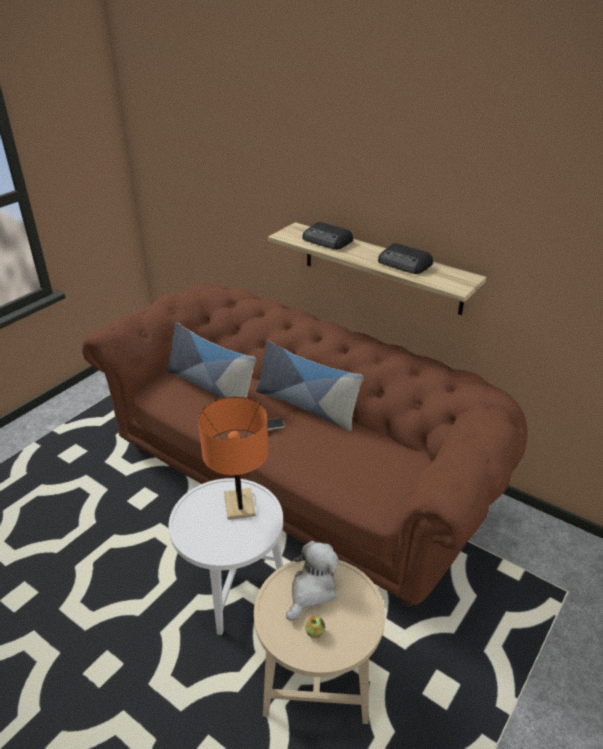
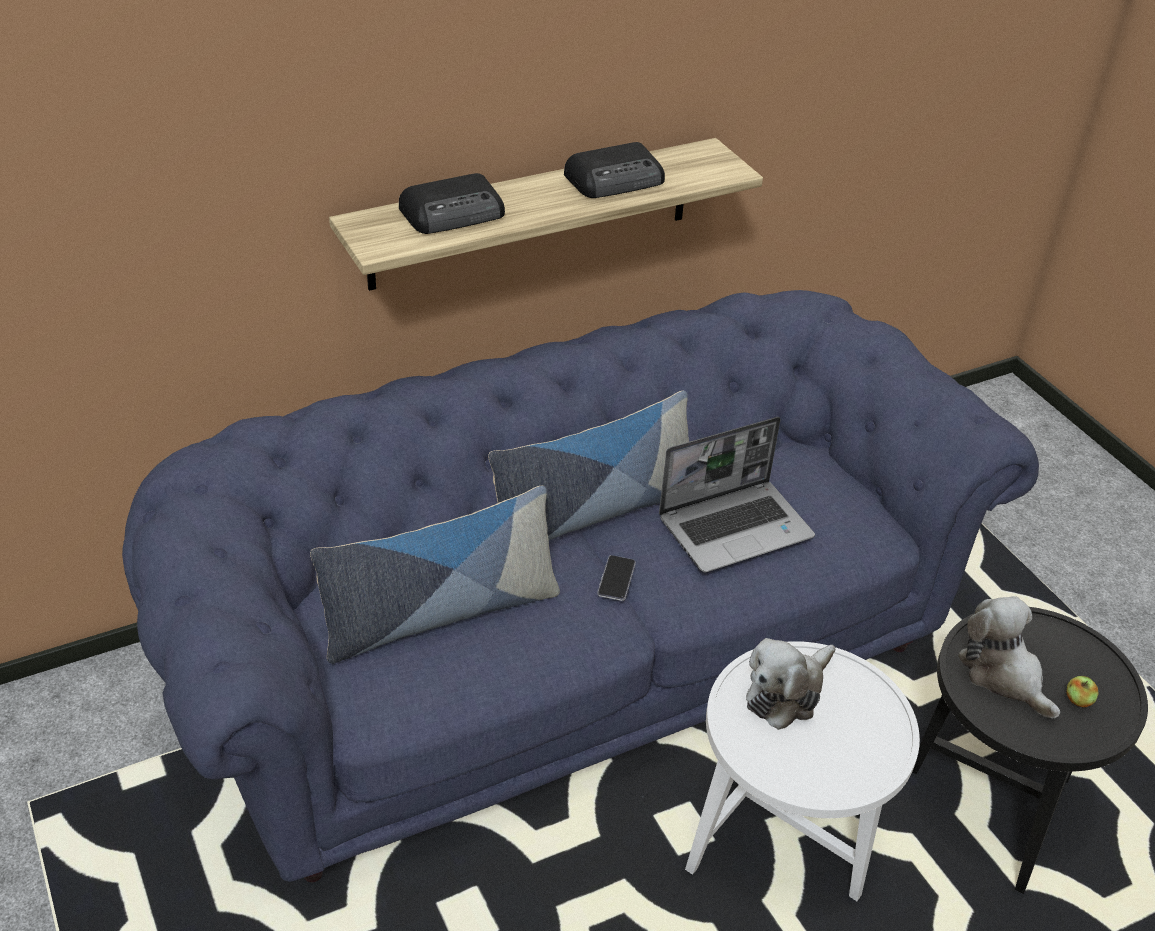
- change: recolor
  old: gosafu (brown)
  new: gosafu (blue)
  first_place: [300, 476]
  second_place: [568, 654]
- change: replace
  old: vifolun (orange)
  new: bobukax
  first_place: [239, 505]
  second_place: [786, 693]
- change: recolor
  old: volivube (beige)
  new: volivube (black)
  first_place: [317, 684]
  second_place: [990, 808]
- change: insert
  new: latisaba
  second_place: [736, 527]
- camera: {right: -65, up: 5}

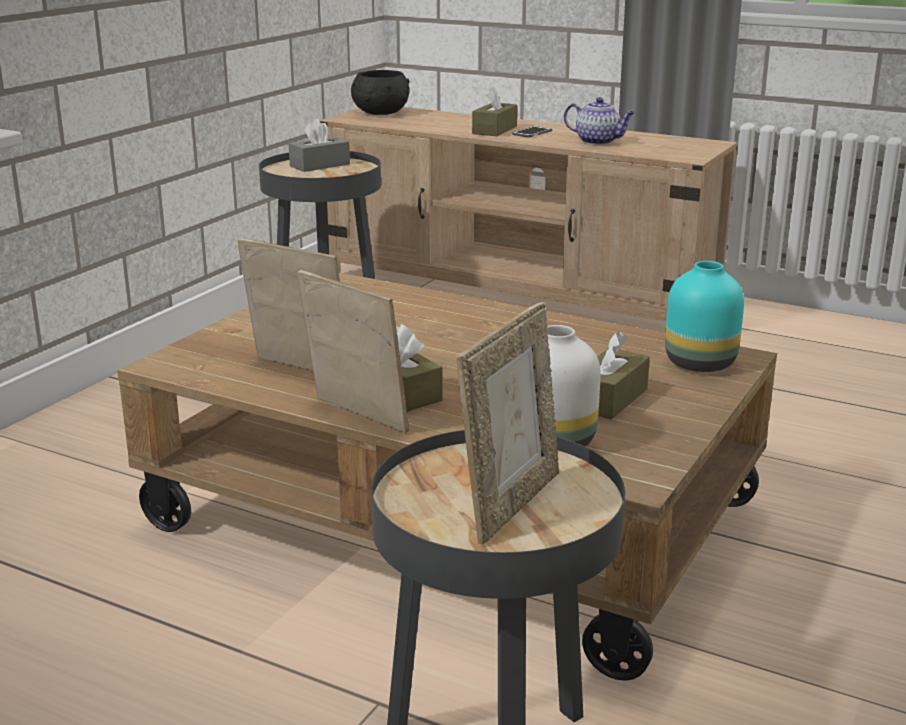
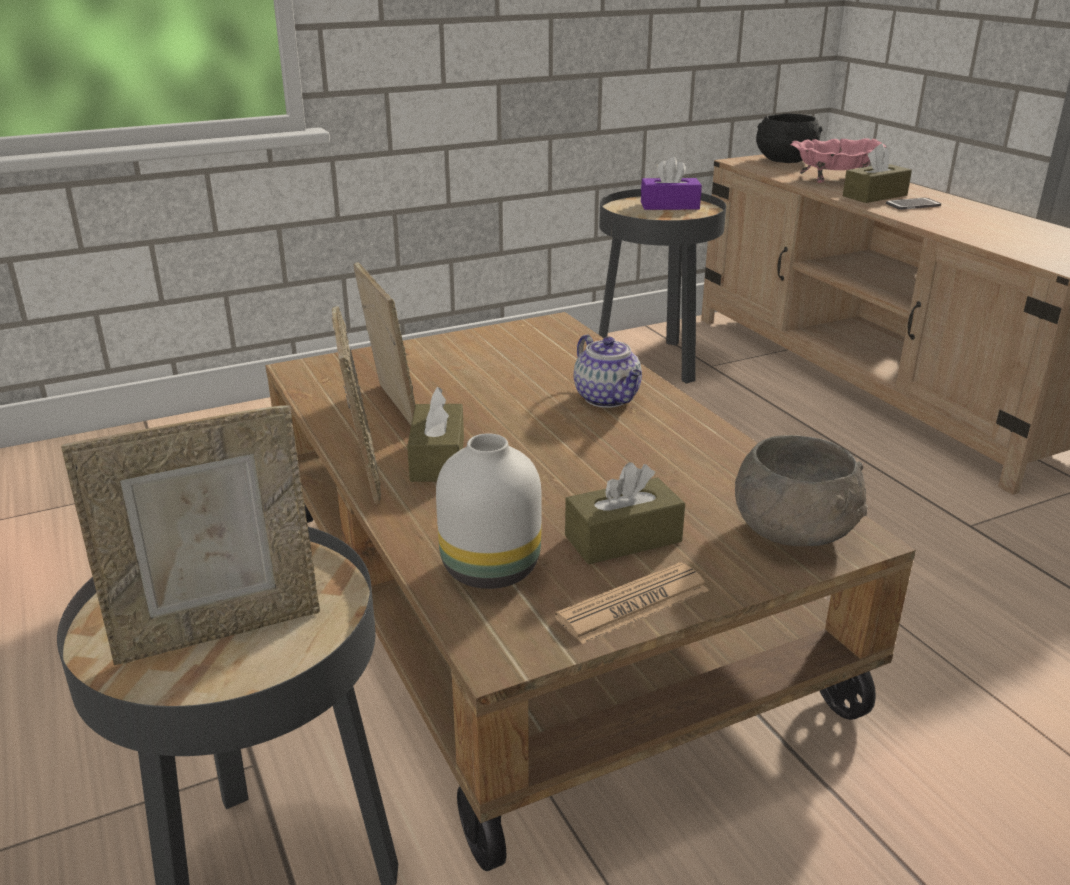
- change: recolor
  old: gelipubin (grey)
  new: gelipubin (purple)
  first_place: [320, 165]
  second_place: [669, 205]
- change: move
  old: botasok
  first_place: [598, 141]
  second_place: [608, 399]
- change: replace
  old: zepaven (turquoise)
  new: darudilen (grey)
  first_place: [702, 363]
  second_place: [795, 531]
- change: insert
  new: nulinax
  second_place: [633, 604]
- change: insert
  new: darudilen (pink)
  second_place: [833, 179]
- camera: {right: 35, up: 5}

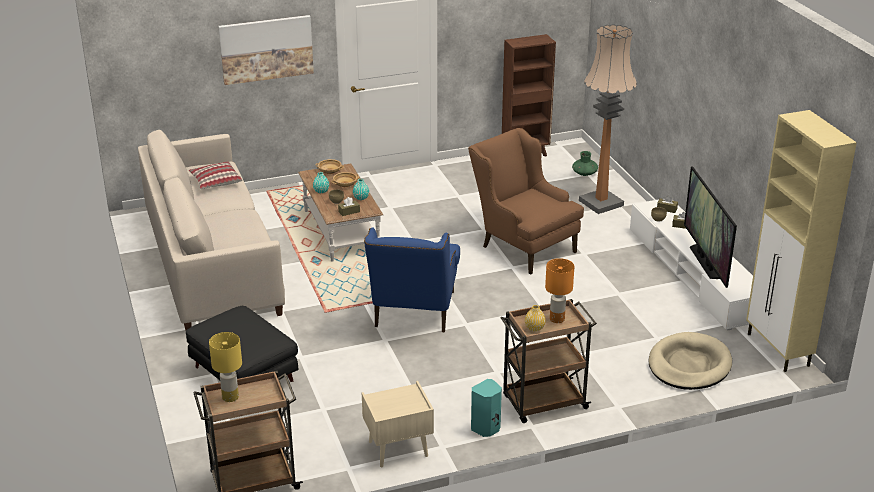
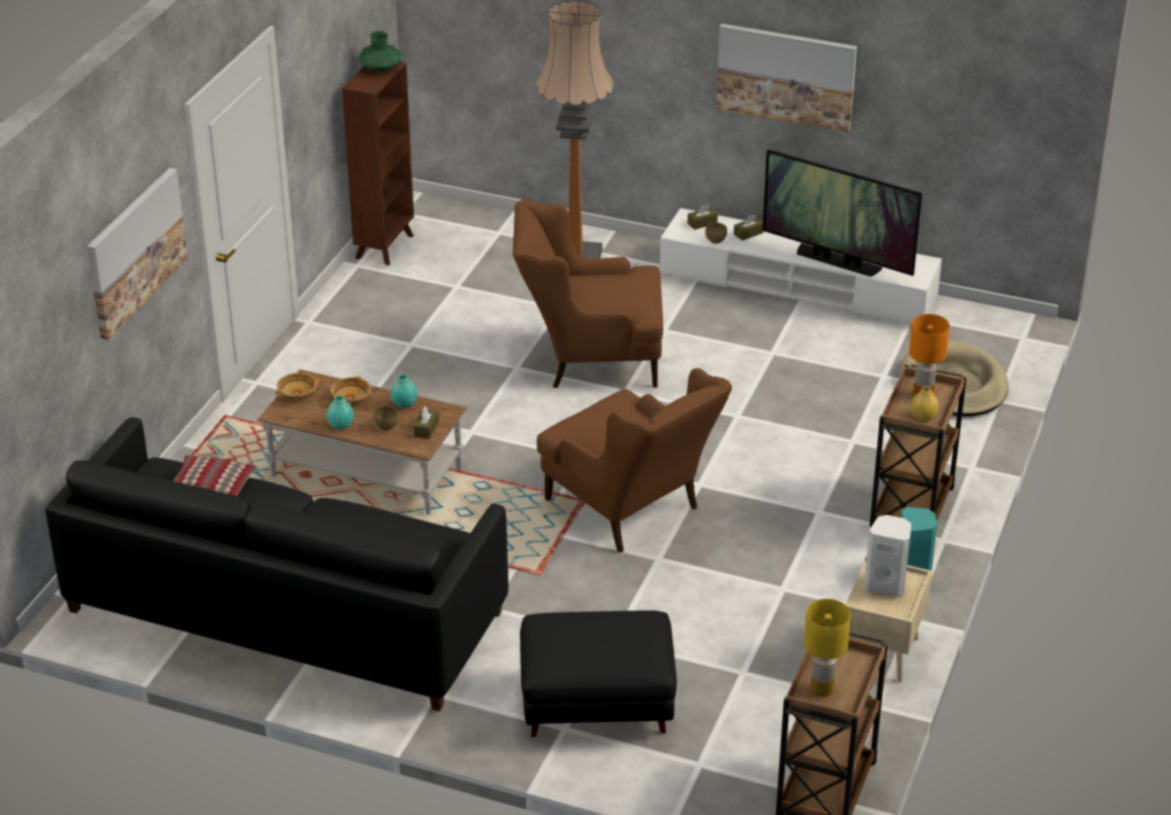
- change: recolor
  old: gosafu (beige)
  new: gosafu (black)
  first_place: [211, 260]
  second_place: [285, 612]
- change: recolor
  old: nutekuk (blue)
  new: nutekuk (brown)
  first_place: [413, 315]
  second_place: [632, 511]
- change: move
  old: zepaven (green)
  first_place: [584, 173]
  second_place: [381, 67]
- change: delete
  old: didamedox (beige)
  first_place: [778, 350]
- change: insert
  new: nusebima
  second_place: [786, 76]
- change: insert
  new: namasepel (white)
  second_place: [886, 584]
- camera: {right: -50, up: 5}

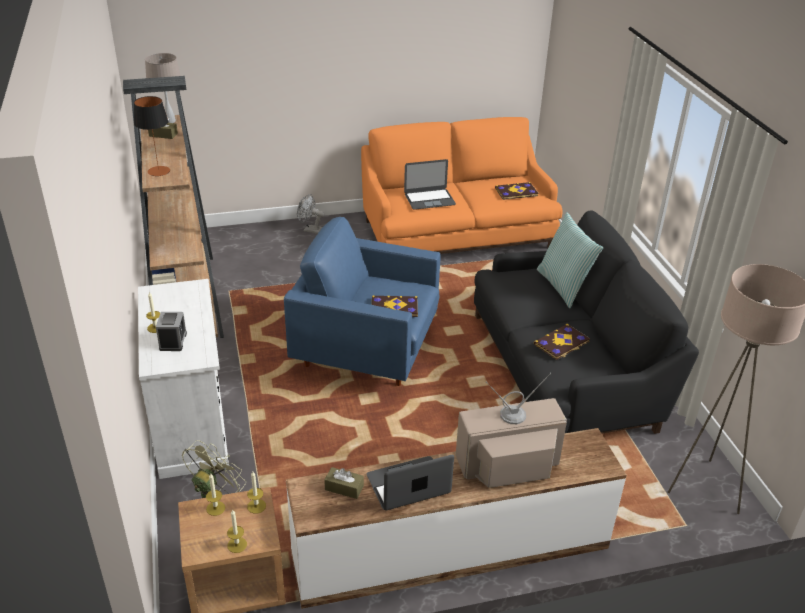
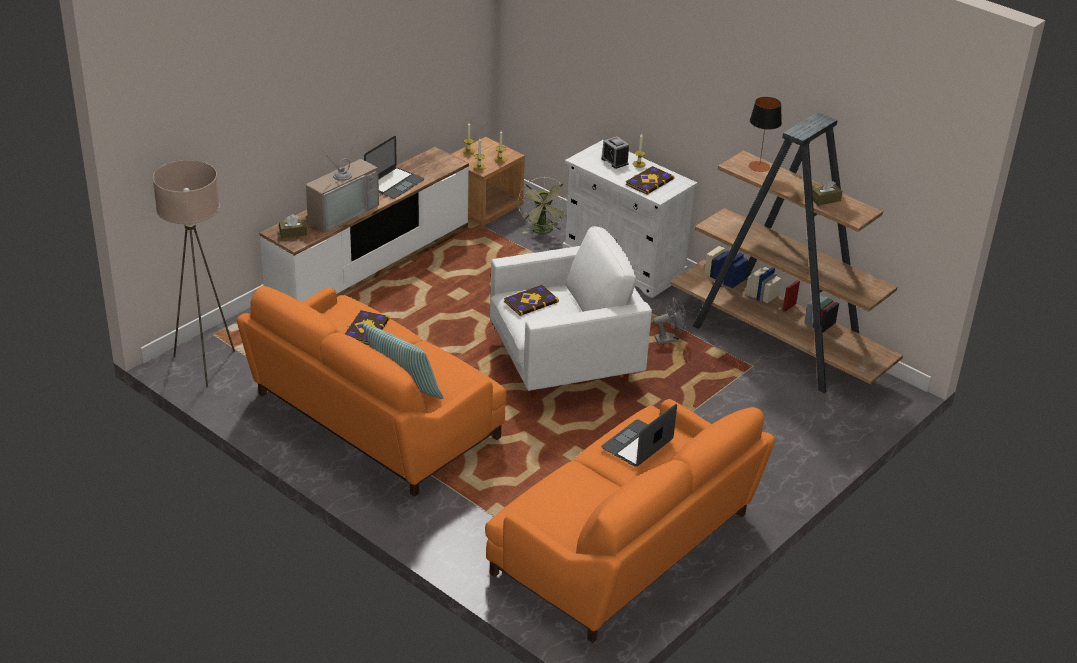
- change: delete
  old: vifolun (beige)
  first_place: [169, 121]
- change: recolor
  old: nutekuk (blue)
  new: nutekuk (white)
  first_place: [367, 350]
  second_place: [564, 364]
- change: move
  old: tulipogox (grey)
  first_place: [310, 230]
  second_place: [669, 339]
- change: move
  old: gelipubin (brown)
  first_place: [344, 488]
  second_place: [293, 233]
- change: recolor
  old: gosafu (black)
  new: gosafu (orange)
  first_place: [565, 370]
  second_place: [373, 417]
- change: move
  old: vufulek
  first_place: [516, 192]
  second_place: [649, 181]
- camera: {right: 145, up: 0}

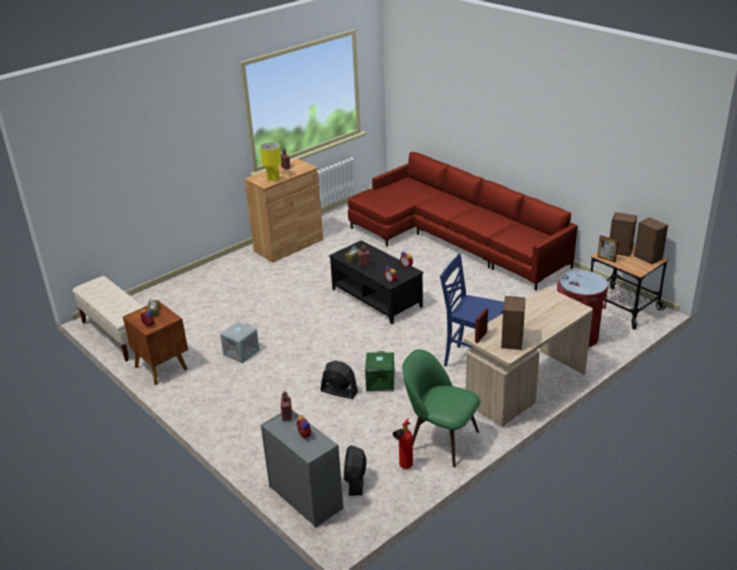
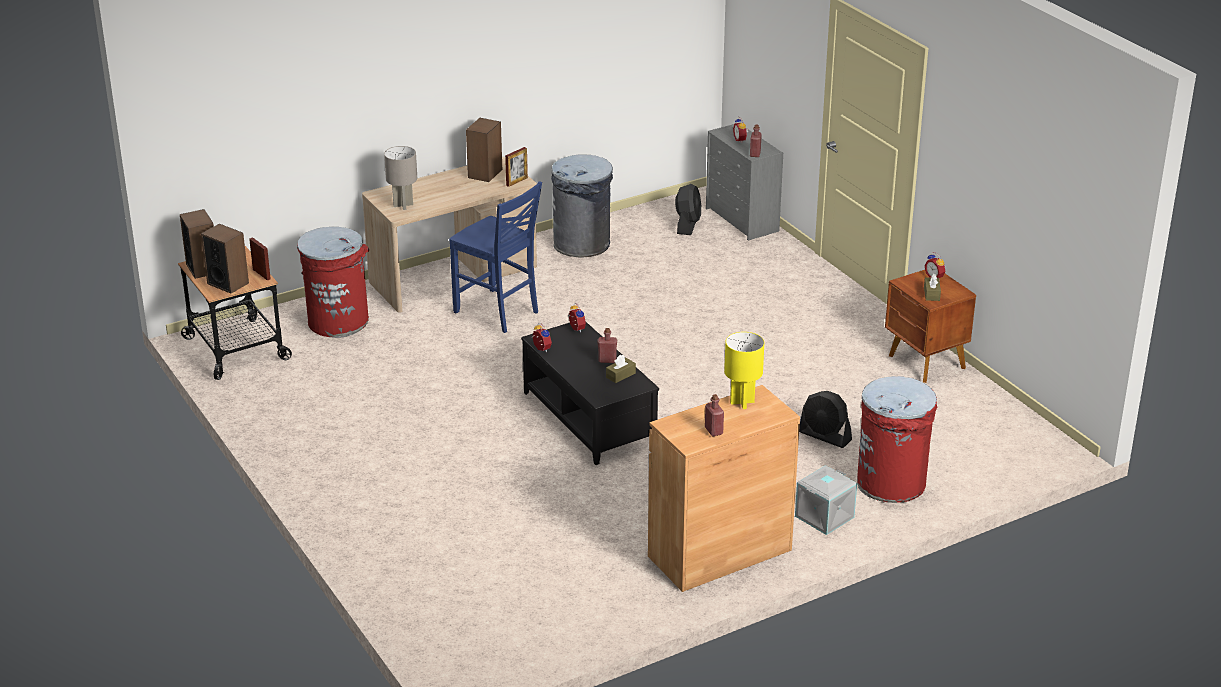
- change: delete
  old: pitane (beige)
  first_place: [119, 334]
- change: move
  old: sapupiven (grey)
  first_place: [241, 352]
  second_place: [825, 517]
- change: move
  old: tulipogox (black)
  first_place: [339, 391]
  second_place: [825, 436]
- change: delete
  old: gosafu (red)
  first_place: [454, 239]
- change: delete
  old: sapupiven (green)
  first_place: [379, 382]
- change: delete
  old: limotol
  first_place: [404, 467]
- change: replace
  old: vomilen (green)
  new: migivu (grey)
  first_place: [441, 439]
  second_place: [582, 244]
- change: insert
  new: vifolun (grey)
  second_place: [403, 205]
- change: insert
  new: migivu (red)
  second_place: [891, 483]
- camera: {right: -170, up: 0}

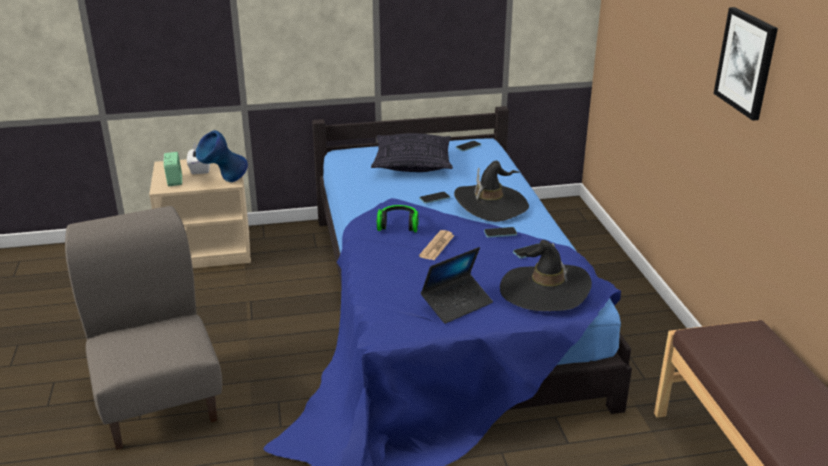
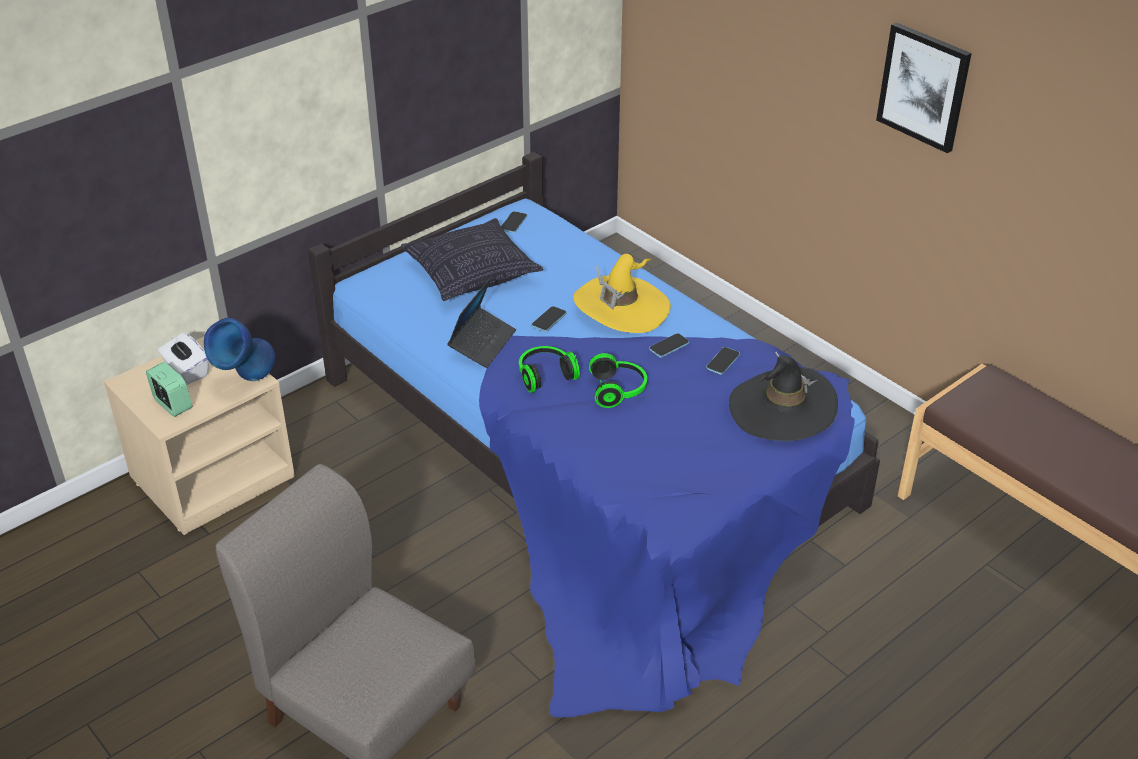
- change: replace
  old: nulinax
  new: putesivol
  first_place: [437, 246]
  second_place: [619, 390]
- change: move
  old: latisaba
  first_place: [457, 304]
  second_place: [482, 343]
- change: recolor
  old: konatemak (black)
  new: konatemak (yellow)
  first_place: [491, 205]
  second_place: [621, 307]
- camera: {right: -30, up: 10}

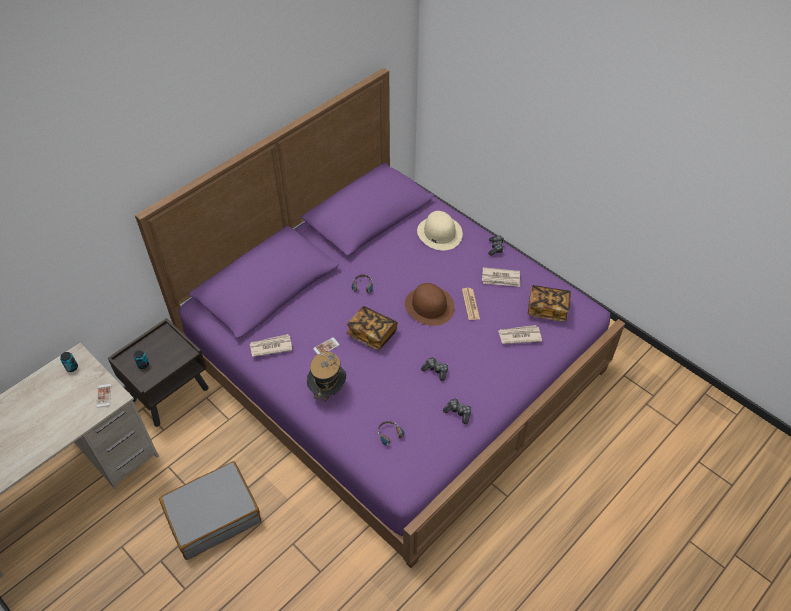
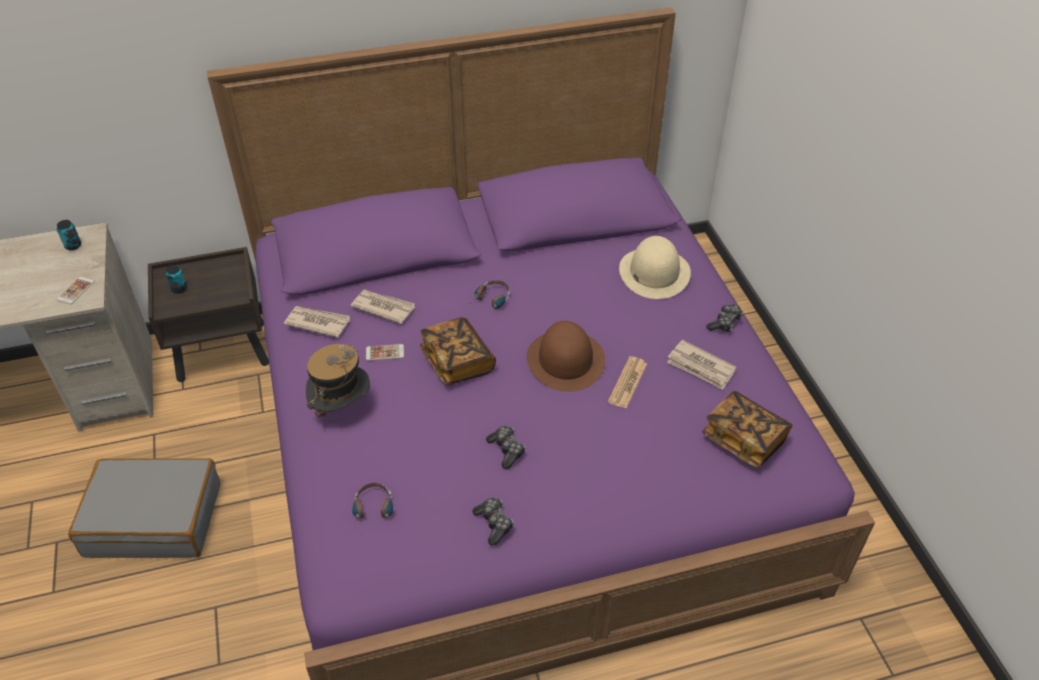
- change: move
  old: nulinax
  first_place: [519, 336]
  second_place: [383, 307]
- camera: {right: 30, up: -5}

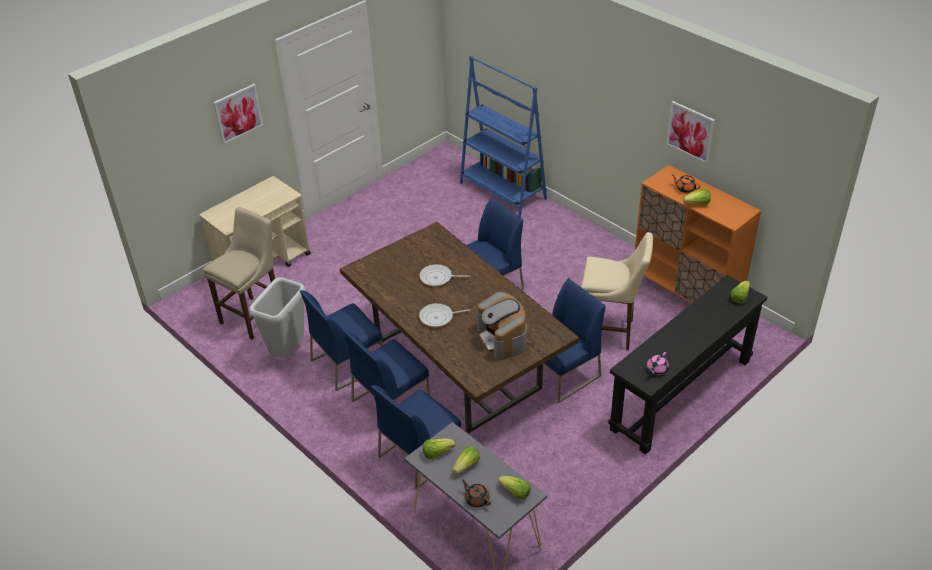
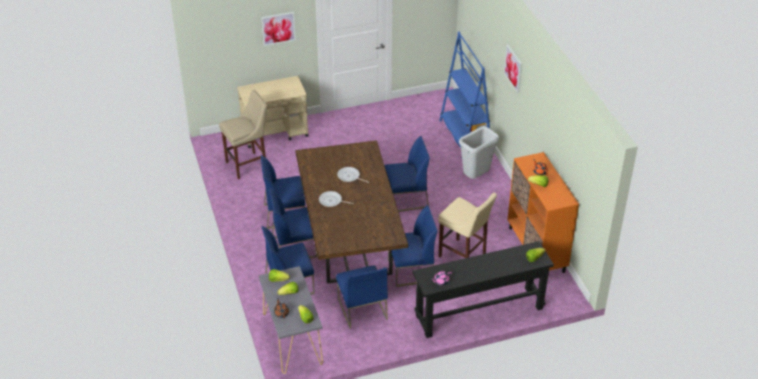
- change: move
  old: migivu (grey)
  first_place: [287, 352]
  second_place: [475, 177]
- change: delete
  old: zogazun
  first_place: [502, 339]
- change: move
  old: nusebima
  first_place: [690, 132]
  second_place: [513, 68]
- change: insert
  new: vomilen (blue)
  second_place: [361, 309]
- camera: {right: 25, up: 0}

